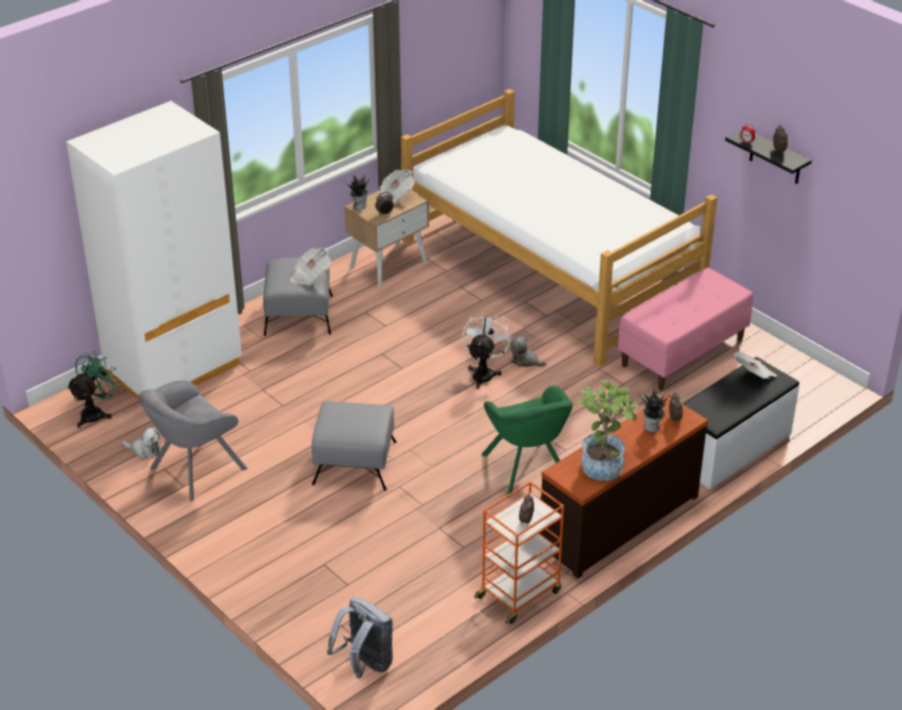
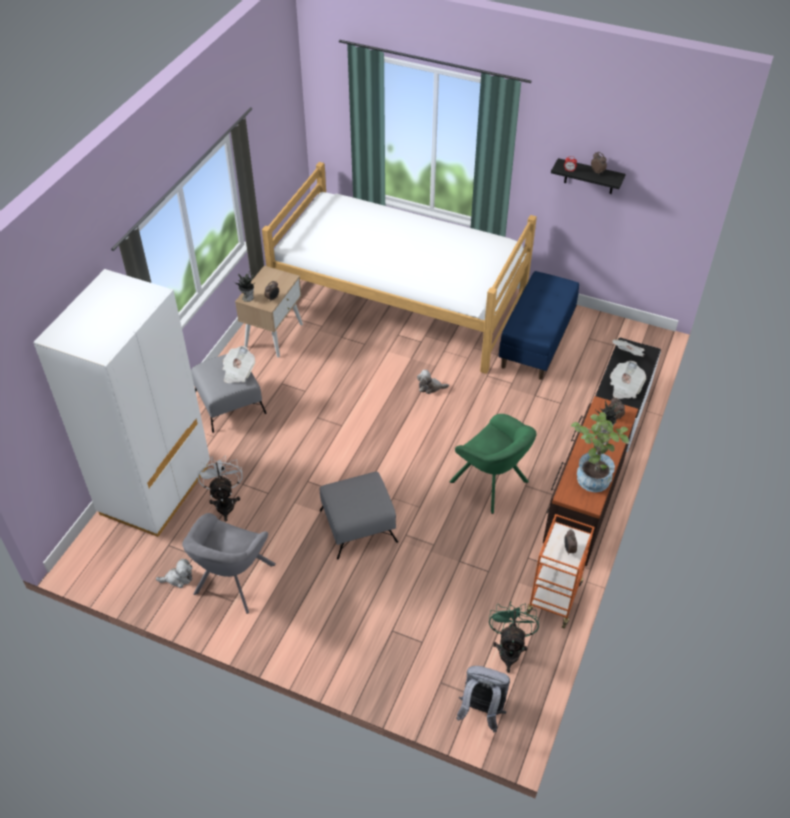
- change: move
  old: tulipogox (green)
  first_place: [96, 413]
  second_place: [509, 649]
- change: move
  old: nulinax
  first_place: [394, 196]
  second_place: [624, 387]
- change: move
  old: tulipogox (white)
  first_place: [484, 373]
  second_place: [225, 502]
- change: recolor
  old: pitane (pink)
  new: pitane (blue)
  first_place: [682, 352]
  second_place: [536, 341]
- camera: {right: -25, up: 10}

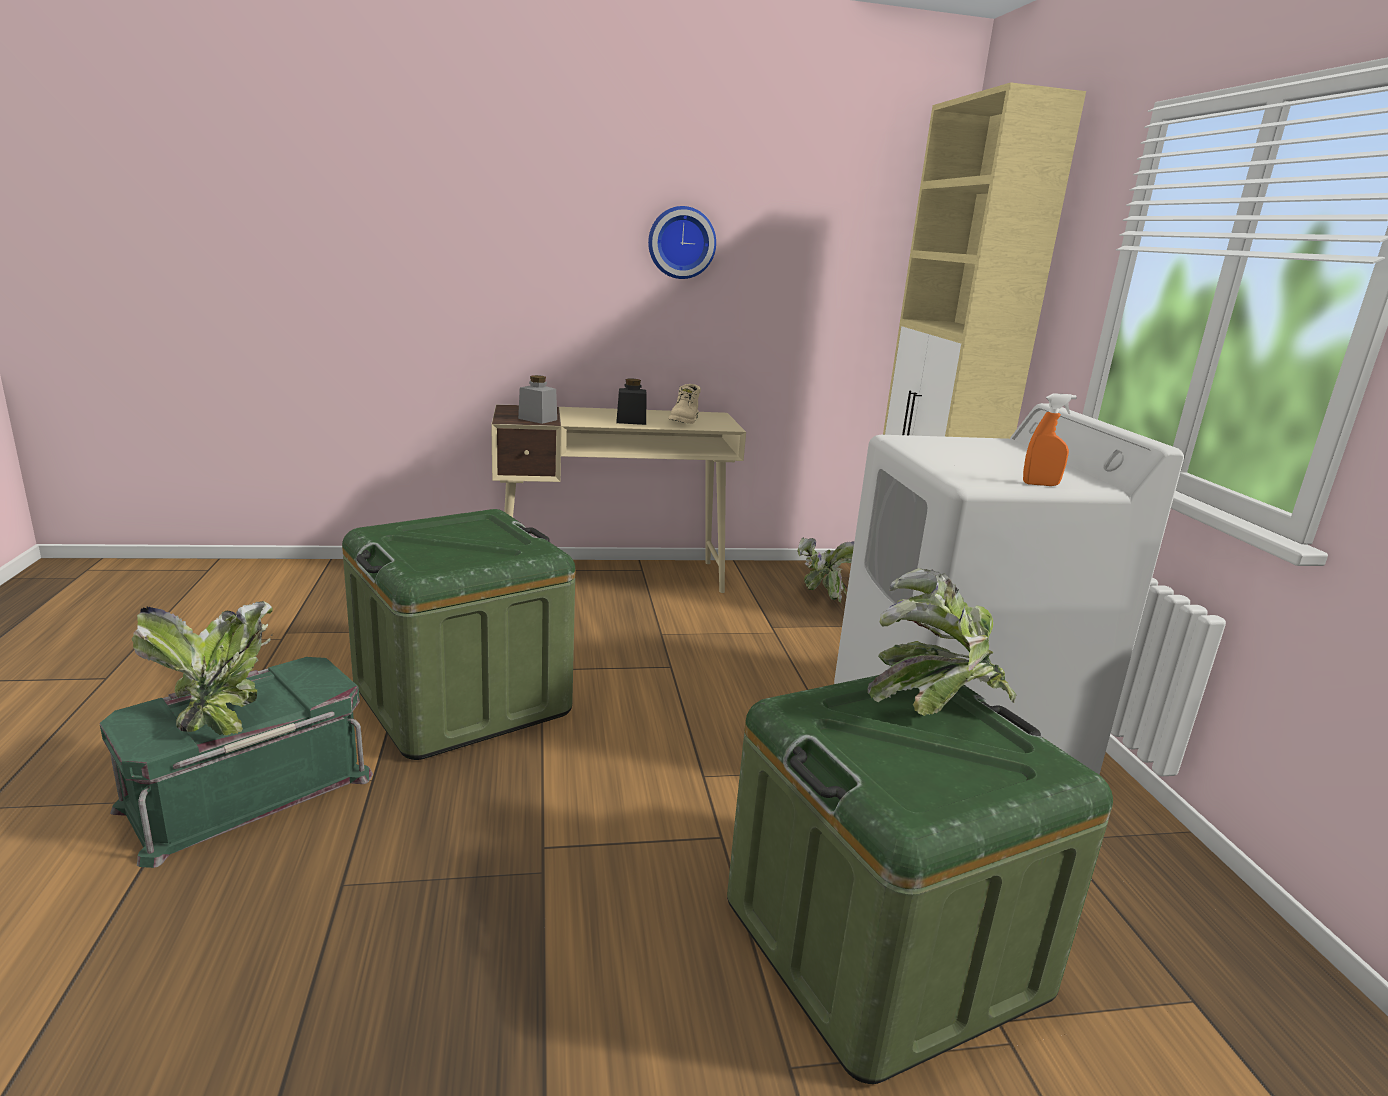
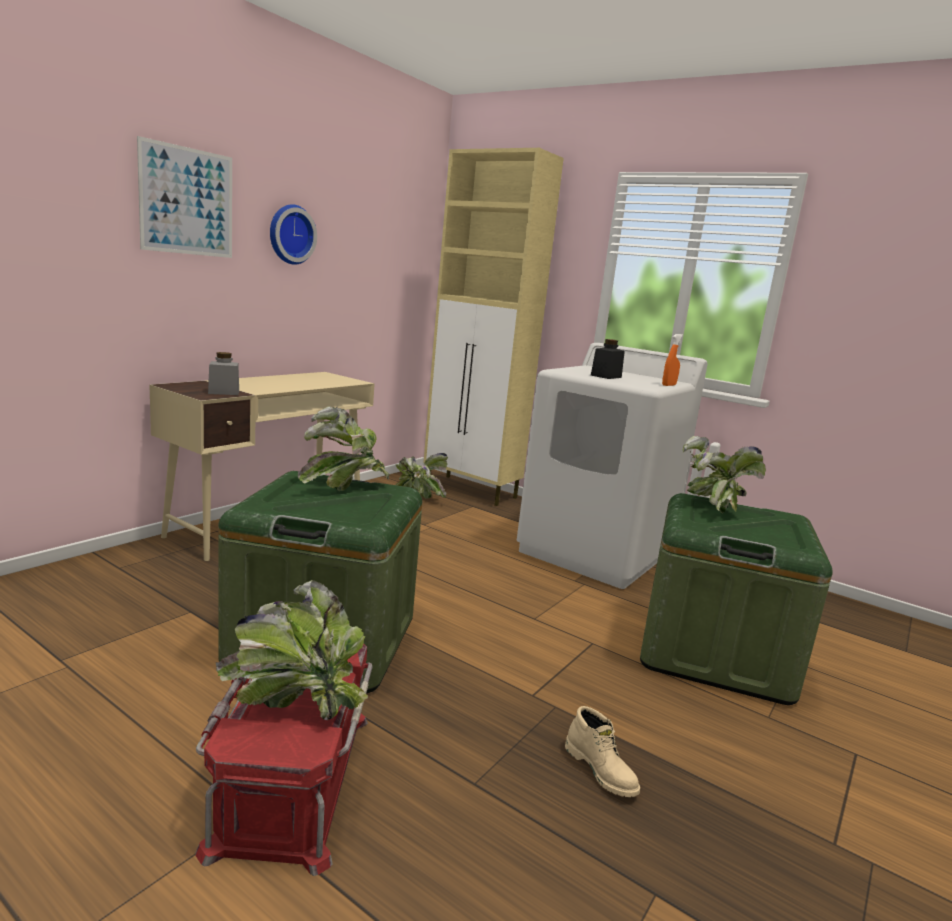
- change: recolor
  old: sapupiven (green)
  new: sapupiven (red)
  first_place: [247, 790]
  second_place: [290, 778]
- change: move
  old: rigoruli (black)
  first_place: [631, 421]
  second_place: [606, 376]
- change: move
  old: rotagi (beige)
  first_place: [685, 420]
  second_place: [601, 770]
- change: insert
  new: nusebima
  second_place: [187, 201]
- change: insert
  new: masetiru
  second_place: [344, 487]
- camera: {right: -45, up: -5}

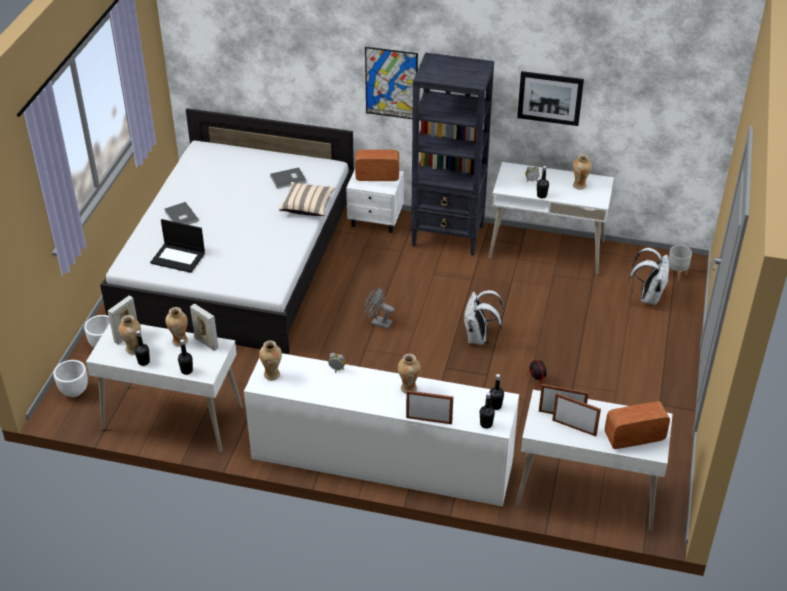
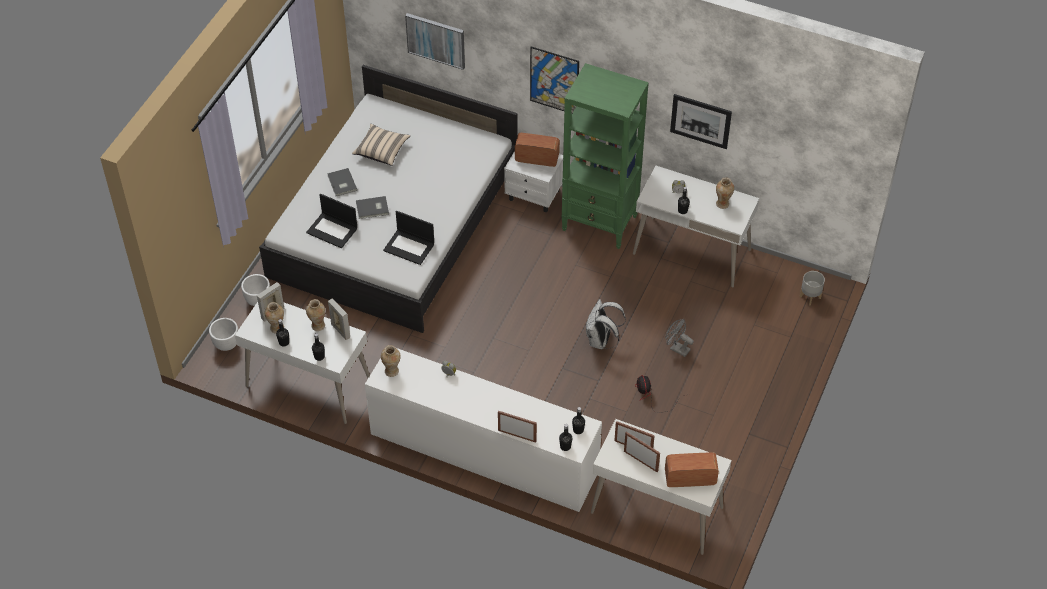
- change: move
  old: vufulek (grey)
  first_place: [288, 179]
  second_place: [373, 209]
- change: move
  old: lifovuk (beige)
  first_place: [307, 206]
  second_place: [382, 151]
- change: move
  old: tulipogox (grey)
  first_place: [378, 322]
  second_place: [677, 348]
- change: delete
  old: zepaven
  first_place: [408, 388]
- change: recolor
  old: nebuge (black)
  new: nebuge (green)
  first_place: [448, 236]
  second_place: [600, 223]
- change: delete
  old: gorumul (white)
  first_place: [648, 297]
- change: insert
  new: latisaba
  second_place: [409, 247]
- change: insert
  new: nusebima
  second_place: [436, 40]
- camera: {right: 10, up: 10}

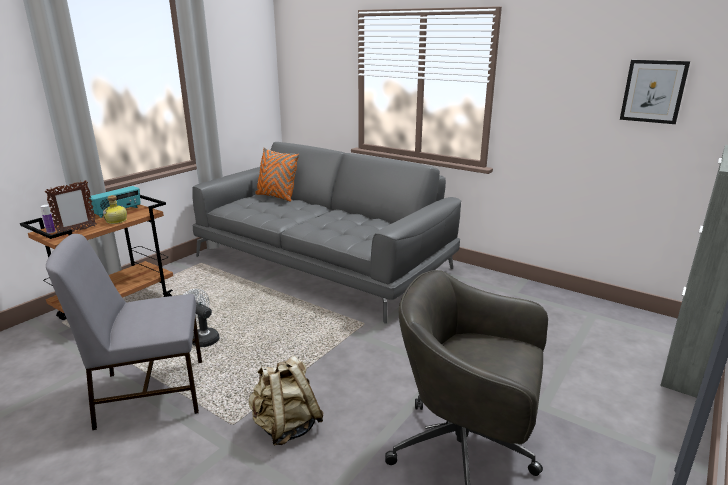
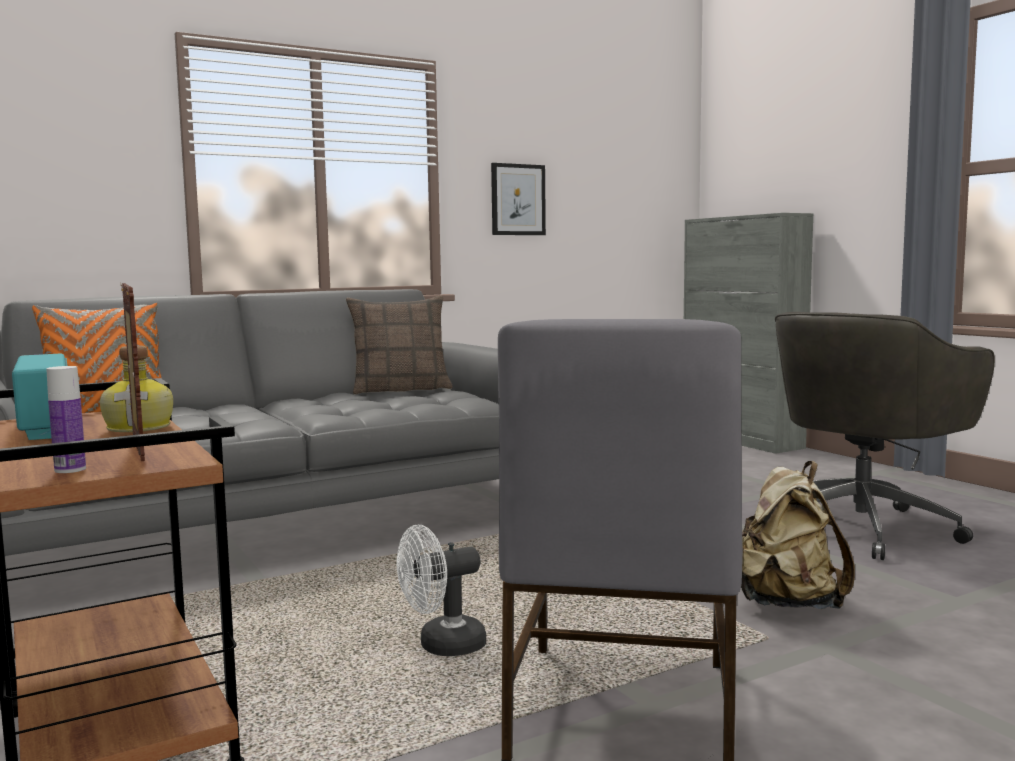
- change: move
  old: nusebima
  first_place: [653, 91]
  second_place: [518, 199]
- change: insert
  new: lifovuk
  second_place: [401, 389]
- camera: {right: -65, up: -15}

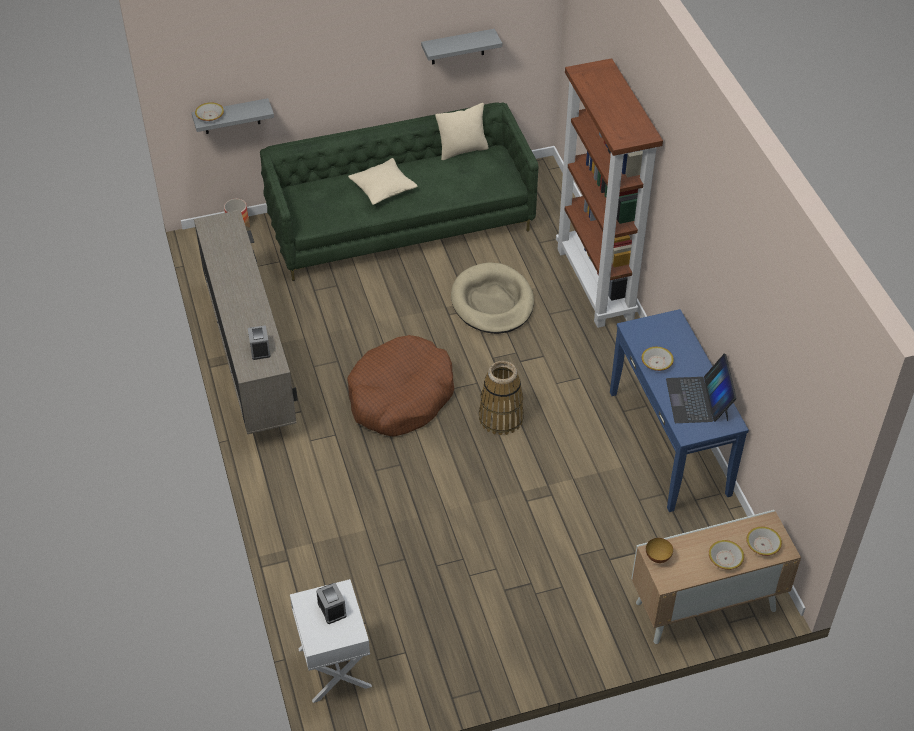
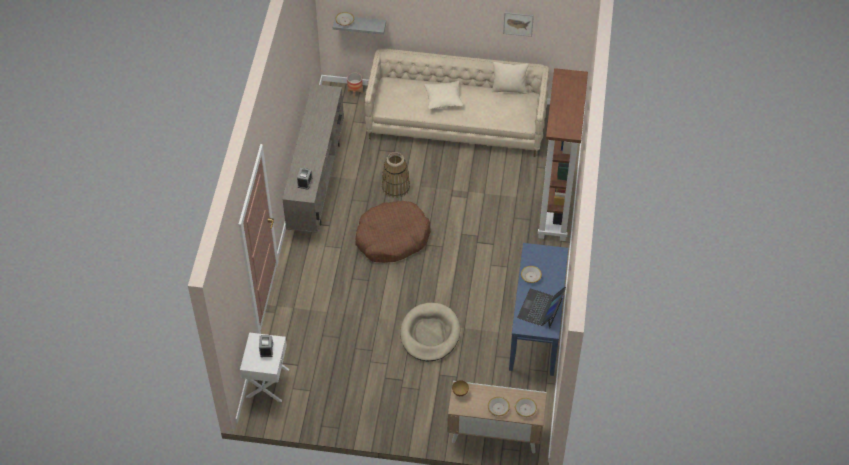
- change: recolor
  old: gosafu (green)
  new: gosafu (beige)
  first_place: [401, 223]
  second_place: [456, 123]
- change: replace
  old: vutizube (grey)
  new: nusebima
  first_place: [458, 47]
  second_place: [518, 23]
- change: move
  old: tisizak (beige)
  first_place: [492, 302]
  second_place: [430, 334]
- change: move
  old: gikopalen
  first_place: [501, 418]
  second_place: [396, 187]
- camera: {right: 25, up: 5}

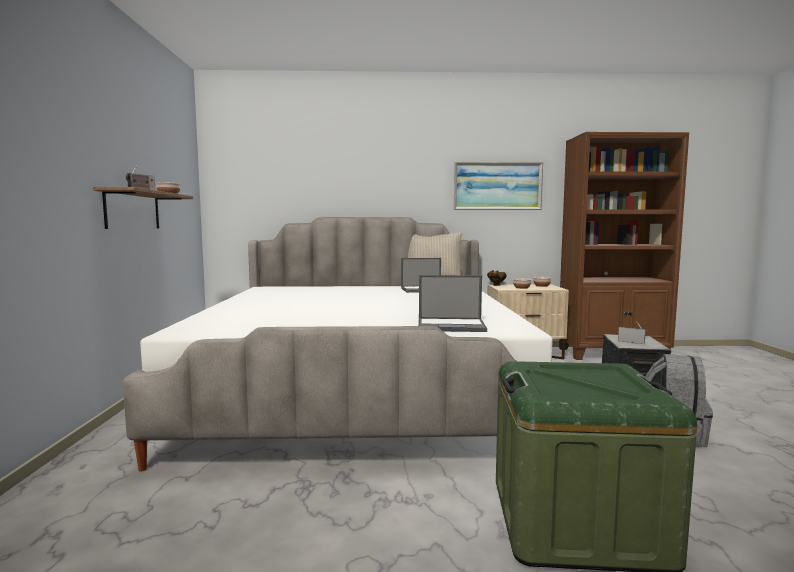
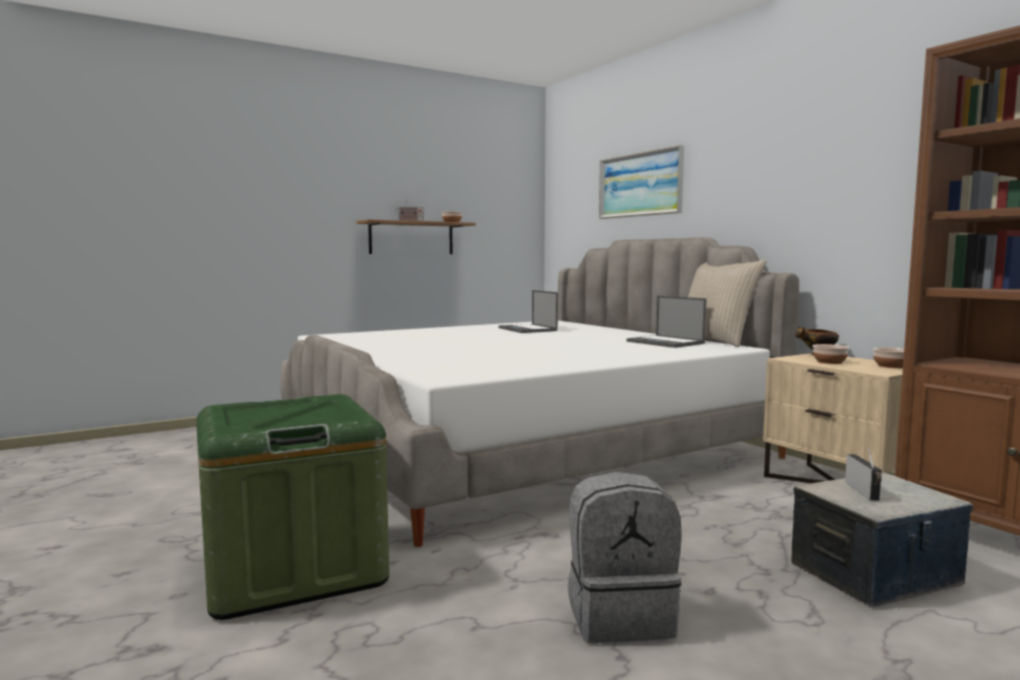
- change: move
  old: latisaba
  first_place: [452, 326]
  second_place: [528, 329]
- change: move
  old: nusebima
  first_place: [497, 186]
  second_place: [640, 185]
- camera: {right: 60, up: 0}

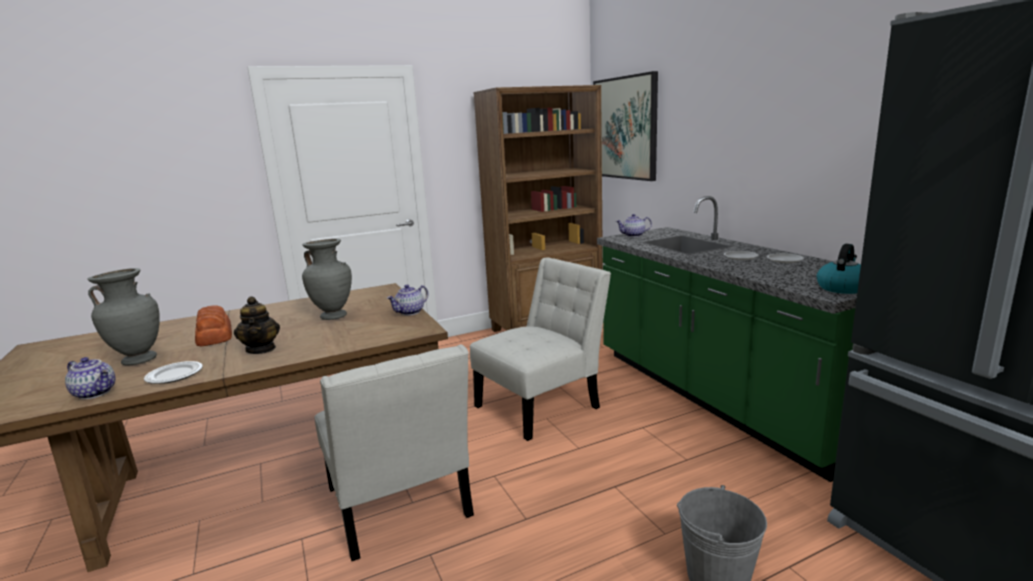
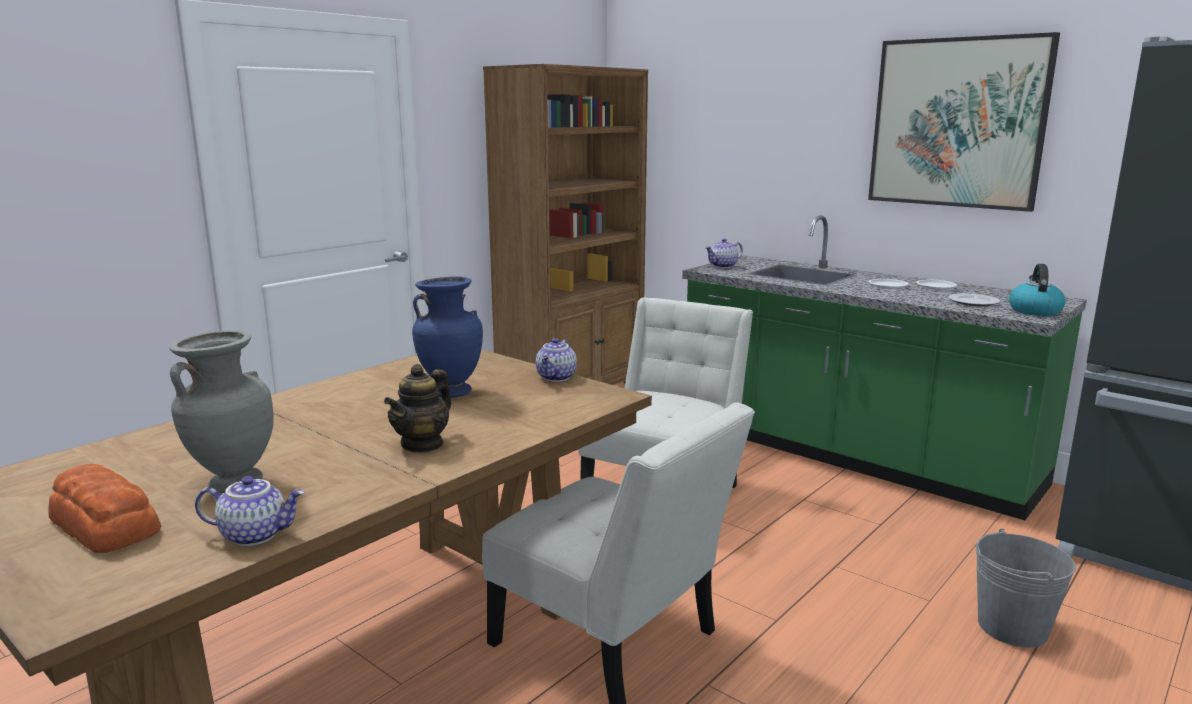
- change: move
  old: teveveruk
  first_place: [174, 375]
  second_place: [972, 302]
- change: move
  old: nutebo
  first_place: [215, 334]
  second_place: [105, 524]
- change: rotate
  old: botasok
  first_place: [261, 349]
  second_place: [422, 444]
  degrees: 75
- change: recolor
  old: zepaven (grey)
  new: zepaven (blue)
  first_place: [333, 316]
  second_place: [451, 393]
- change: move
  old: nusebima
  first_place: [625, 128]
  second_place: [957, 123]
- camera: {right: -25, up: 0}

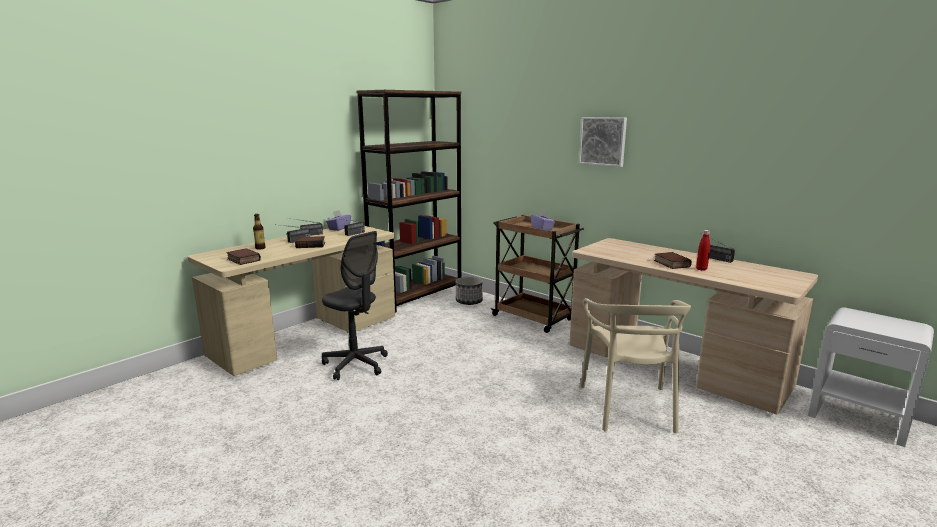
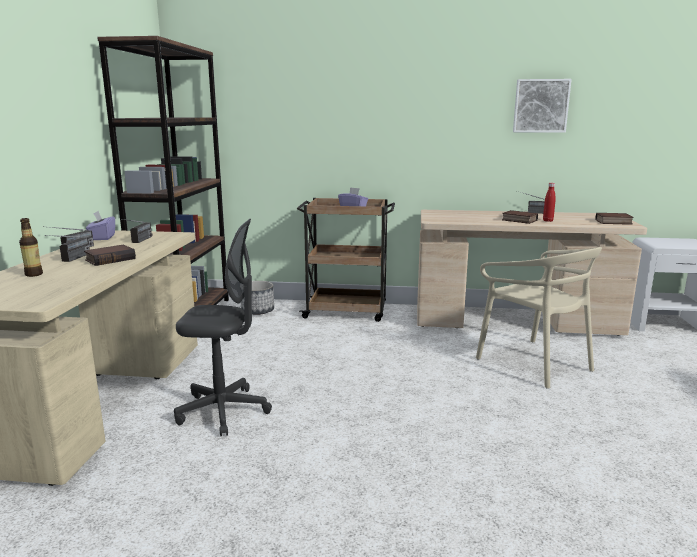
- change: move
  old: vufulek
  first_place: [242, 260]
  second_place: [613, 222]
- change: move
  old: nusebima
  first_place: [603, 141]
  second_place: [540, 106]
- camera: {right: -35, up: 0}

